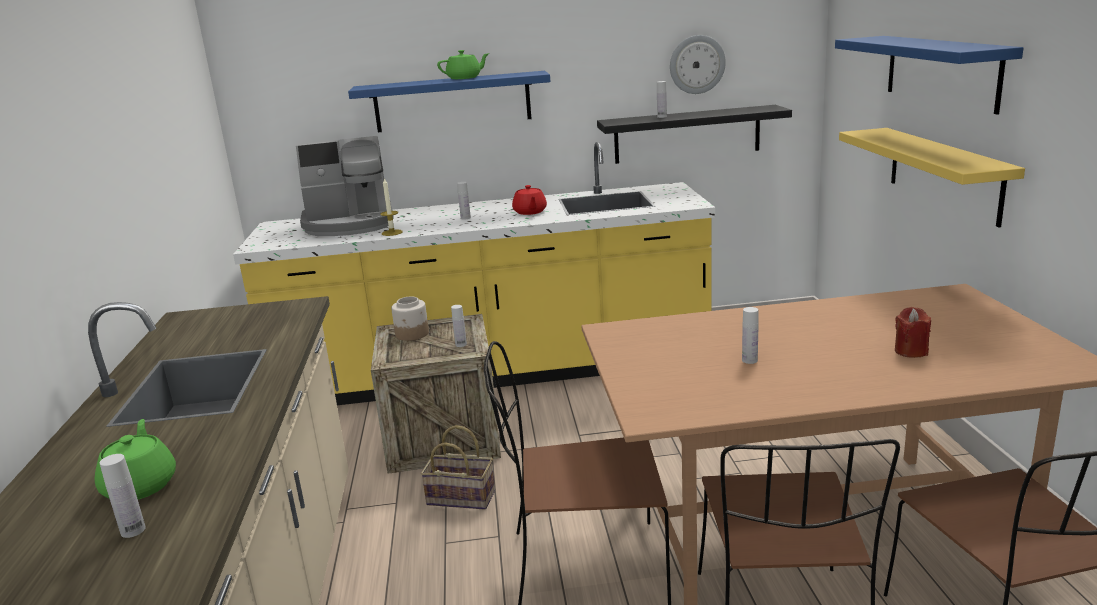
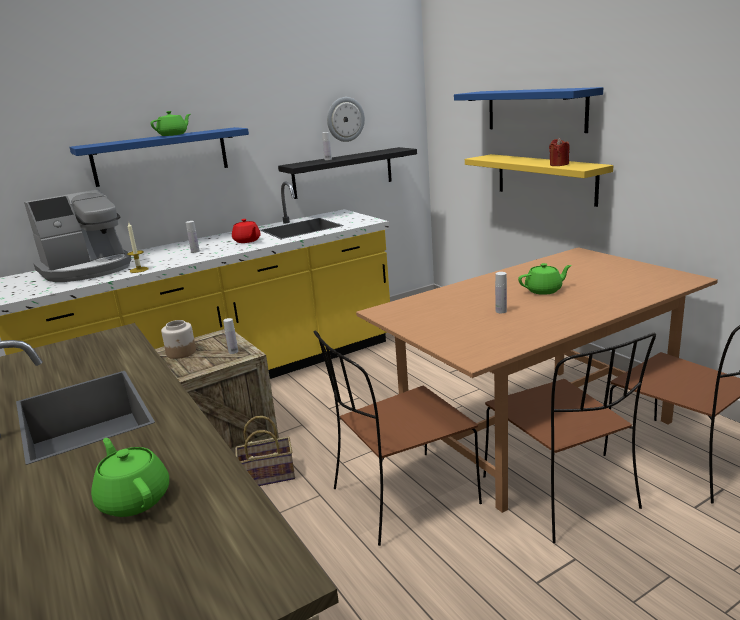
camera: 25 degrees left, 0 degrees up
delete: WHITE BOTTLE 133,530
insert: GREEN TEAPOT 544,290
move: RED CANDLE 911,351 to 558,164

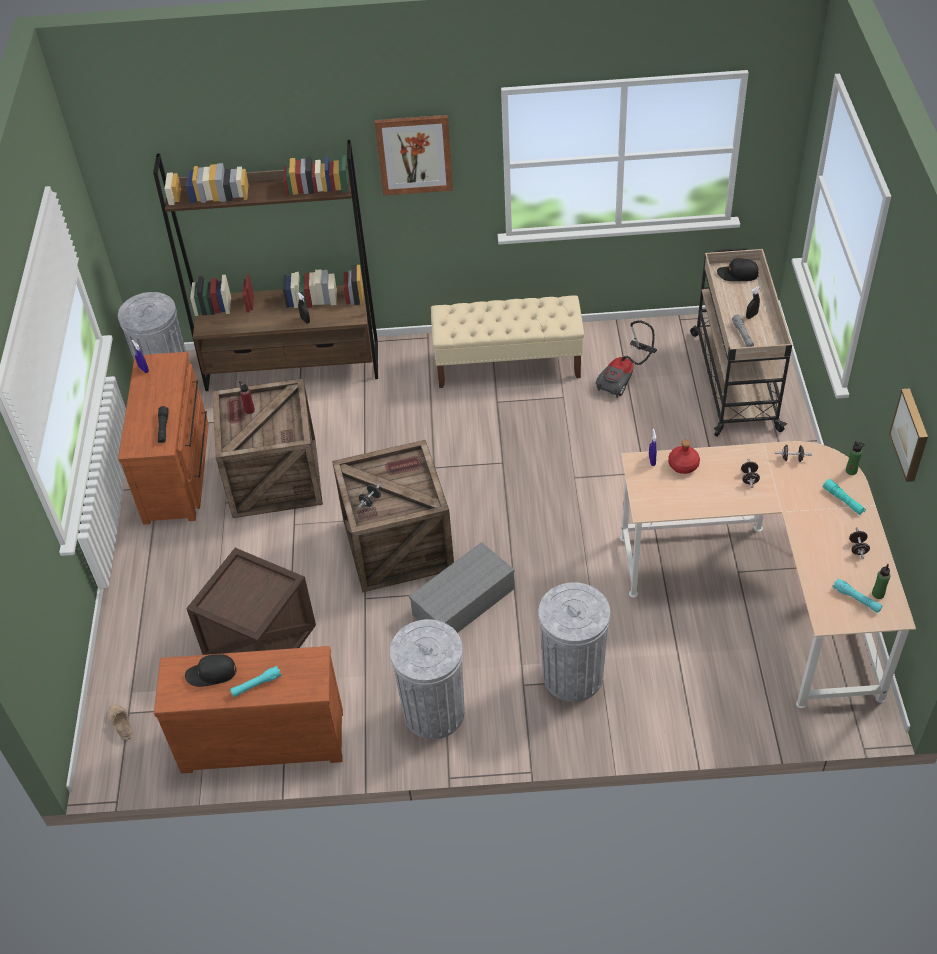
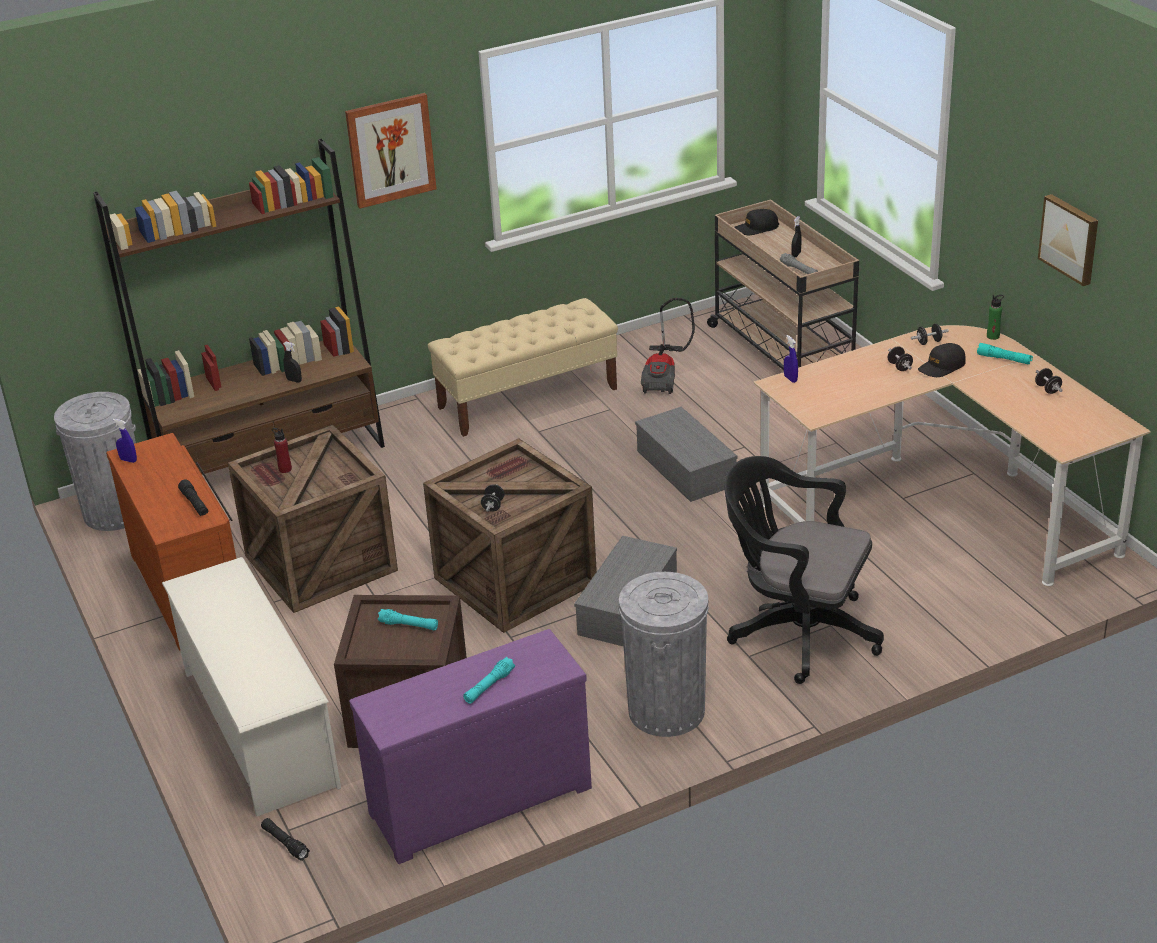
camera: 25 degrees left, 15 degrees down
delete: RED BOTTLE 683,465; GREEN BOTTLE 878,594
insert: WHITE SHOE RACK 258,727; GREY STORAGE BOX 688,468
move: BLACK CAP 211,673 to 941,367; TURQUOISE FLASHLIGHT 856,599 to 409,625
replace: BEIGE SHOE 121,724 to BLACK FLASHLIGHT 285,843; GREY TRASH CAN 573,675 to BLACK OFFICE CHAIR 796,632
recolor: BROWN DRESSER 263,737 to PURPLE DRESSER 478,797

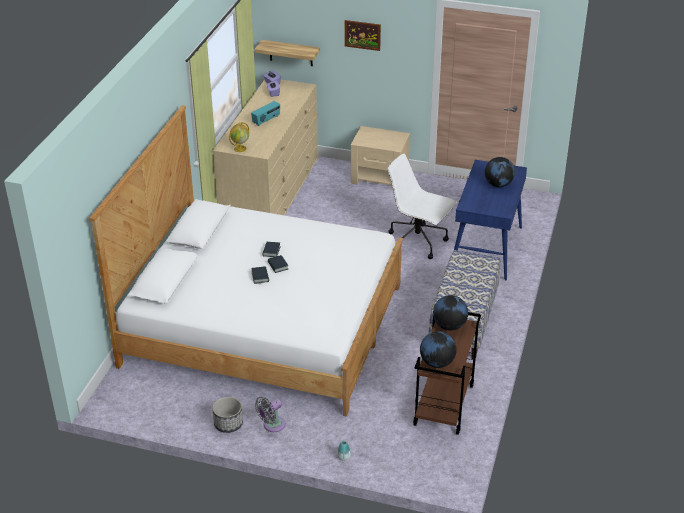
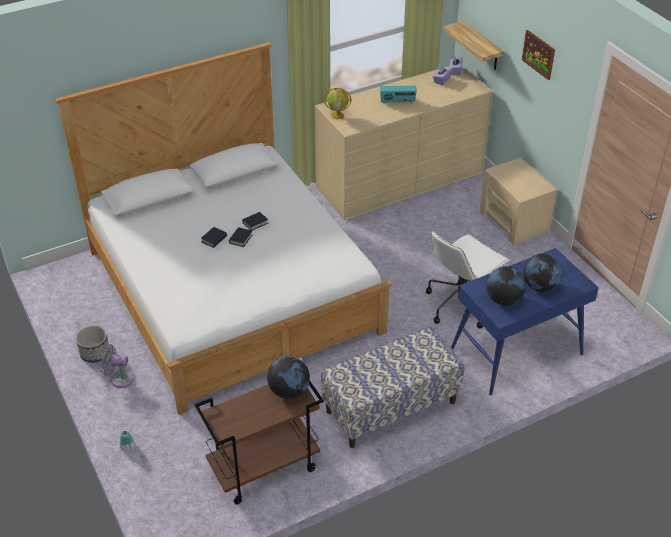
camera: 45 degrees right, 5 degrees up
move: GLOBE 437,363 to 503,299
rotate: WHITE OFFICE CHAIR 418,242 = 460,304 120 degrees counterclockwise

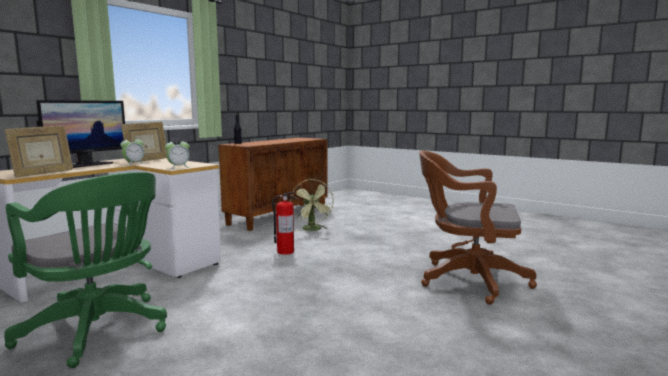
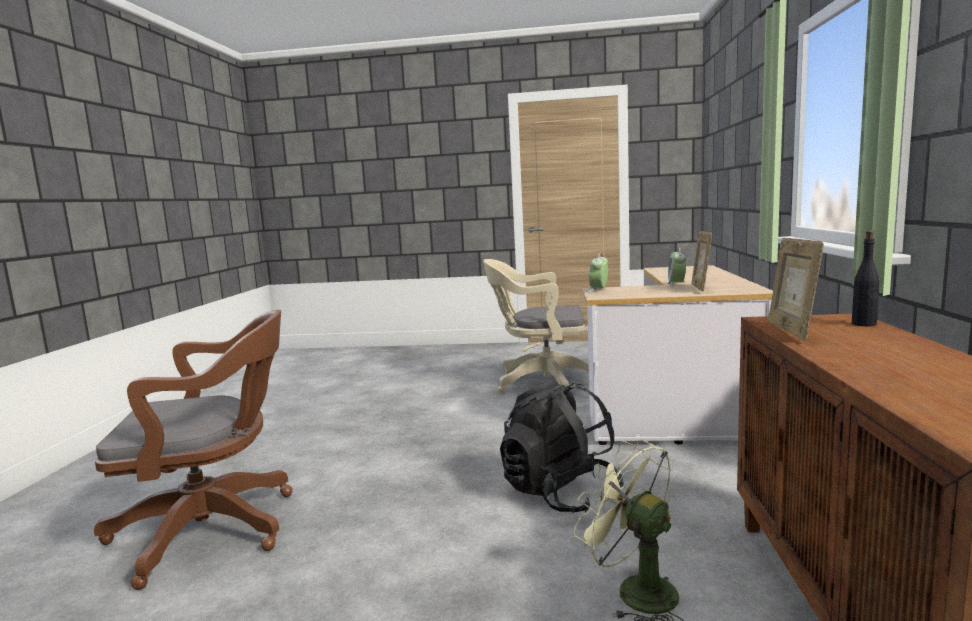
camera: 150 degrees right, 0 degrees up
delete: MONITOR 87,164
move: PICTURE FRAME 43,174 to 791,331
replace: FIRE EXTINGUISHER 285,251 to BLACK BACKPACK 560,493
recolor: GREEN OFFICE CHAIR 99,331 to BEIGE OFFICE CHAIR 541,383

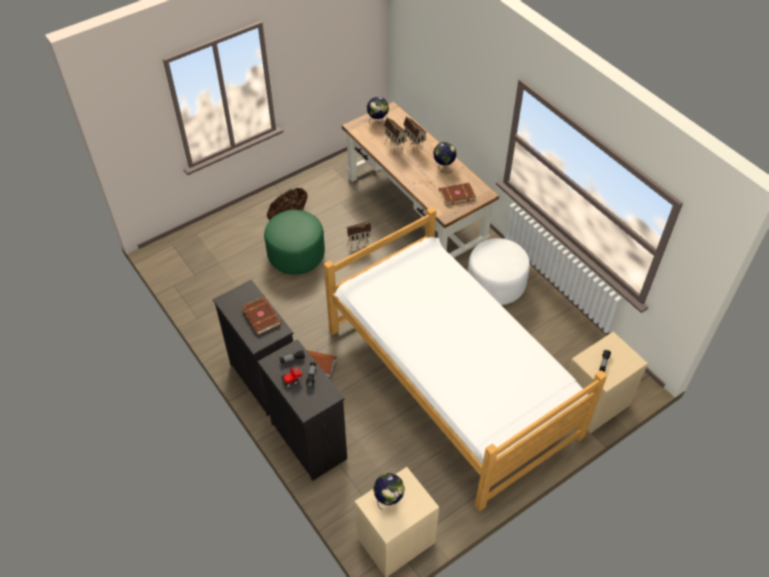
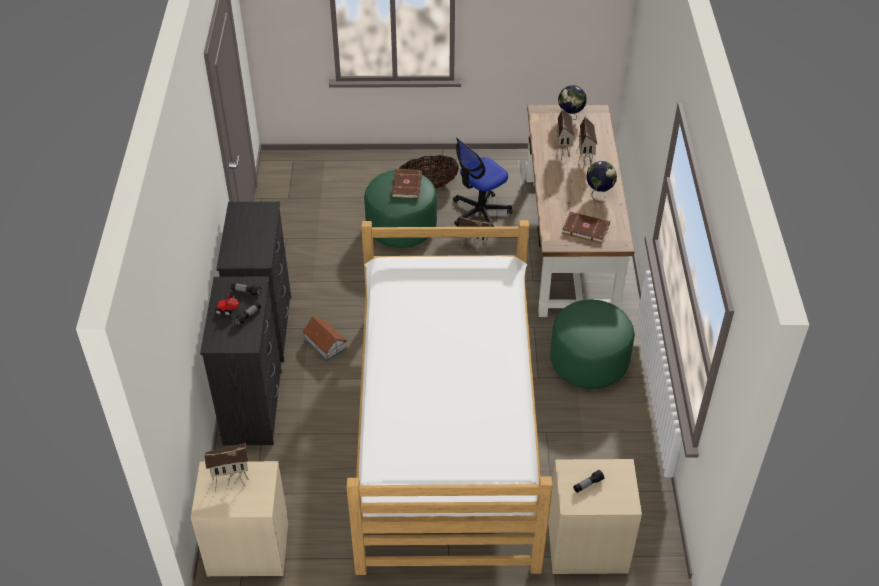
camera: 35 degrees right, 5 degrees down
insert: OFFICE CHAIR 480,213
move: BROWN BOOK 262,316 to 407,185
replace: GLOBE 388,499 to TOY HOUSE 231,480
recolor: WHITE OTTOMAN 496,285 to GREEN OTTOMAN 589,363

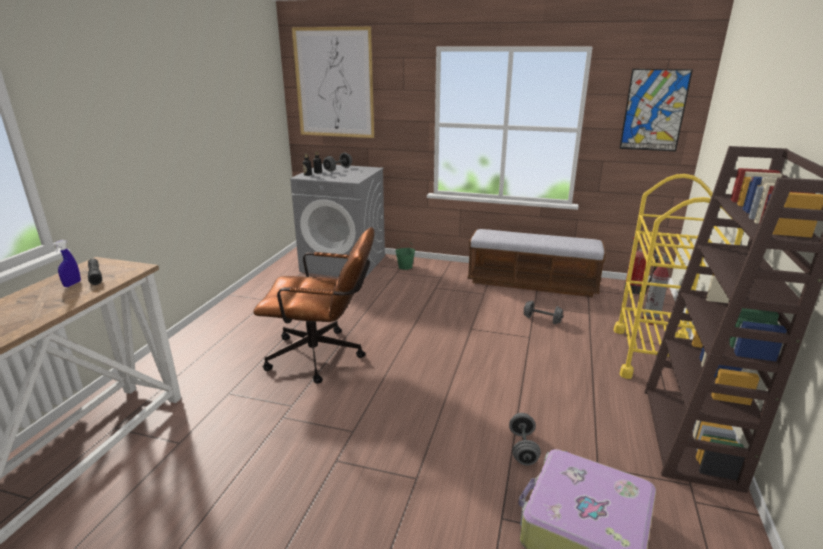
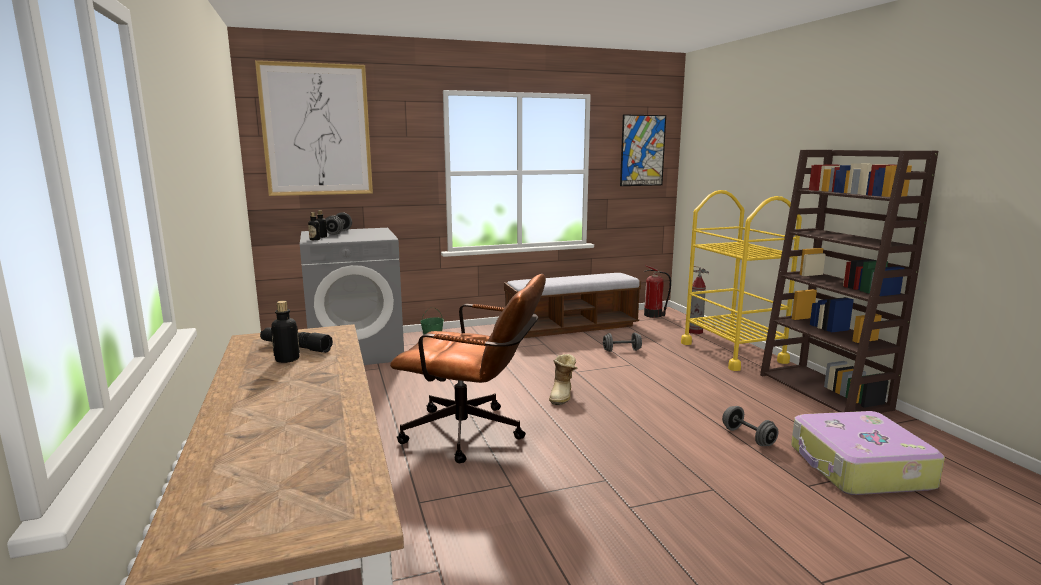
camera: 35 degrees left, 10 degrees down
insert: BOOT 563,395
replace: BLUE SPRAY BOTTLE 72,284 to BOTTLE 287,359
rotate: BROWN OFFICE CHAIR 323,356 = 473,434 45 degrees clockwise

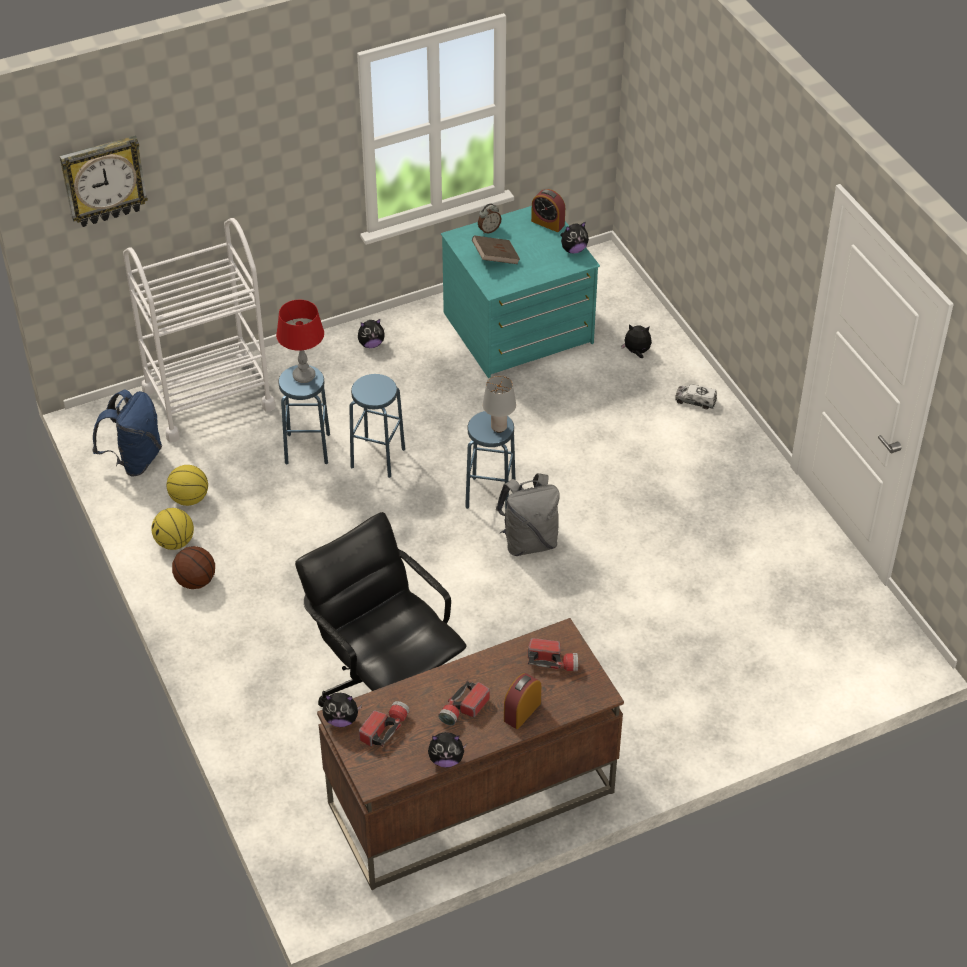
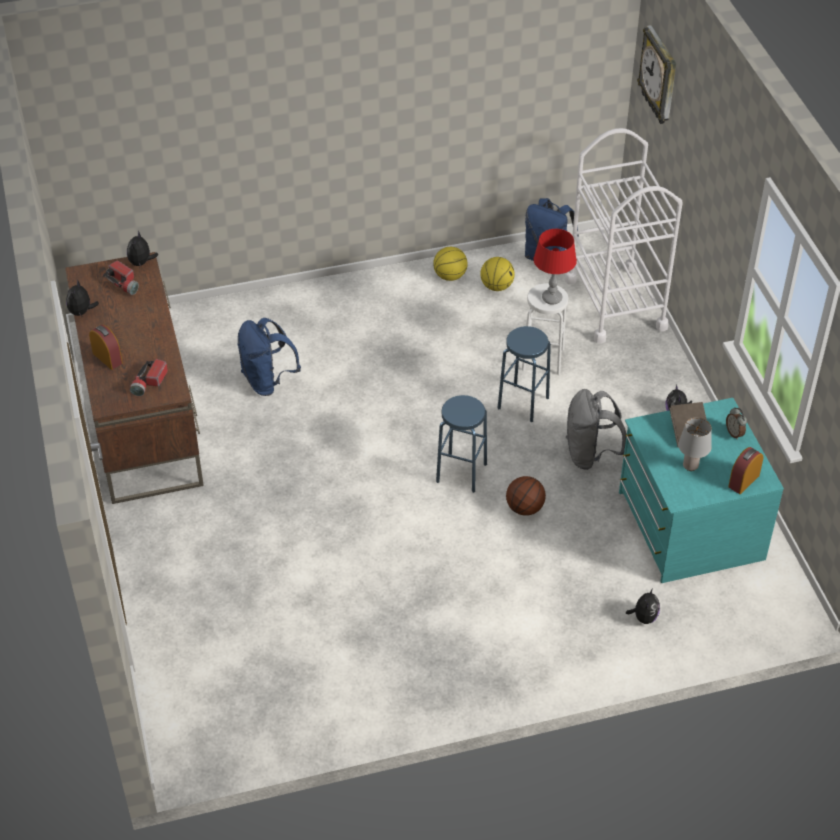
camera: 100 degrees right, 0 degrees up
delete: FLASHLIGHT 464,709; PLUSH TOY 573,249; TOY TRUCK 695,401
move: BASKETBALL 196,581 to 524,508; GREY TABLE LAMP 498,427 to 690,466; GREY BACKPACK 529,542 to 590,454
replace: BLACK OFFICE CHAIR 384,685 to BLUE BACKPACK 267,381
recolor: BLUE STOOL 307,448 to WHITE STOOL 543,359

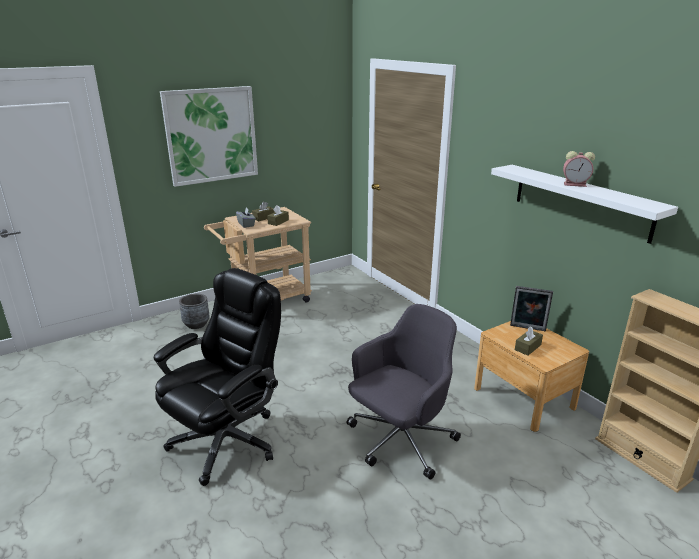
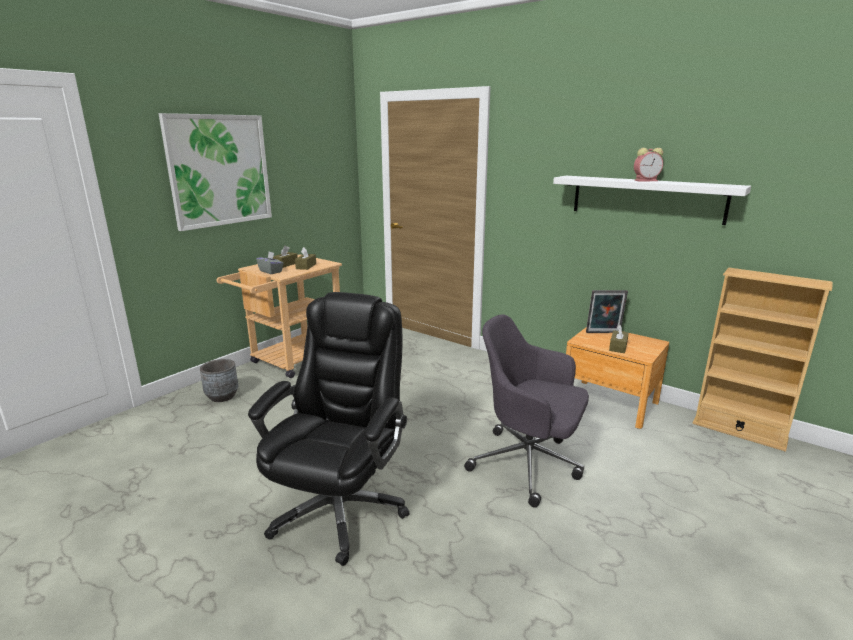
camera: 20 degrees left, 5 degrees down
rotate: GREY OFFICE CHAIR 400,441 = 528,464 90 degrees counterclockwise

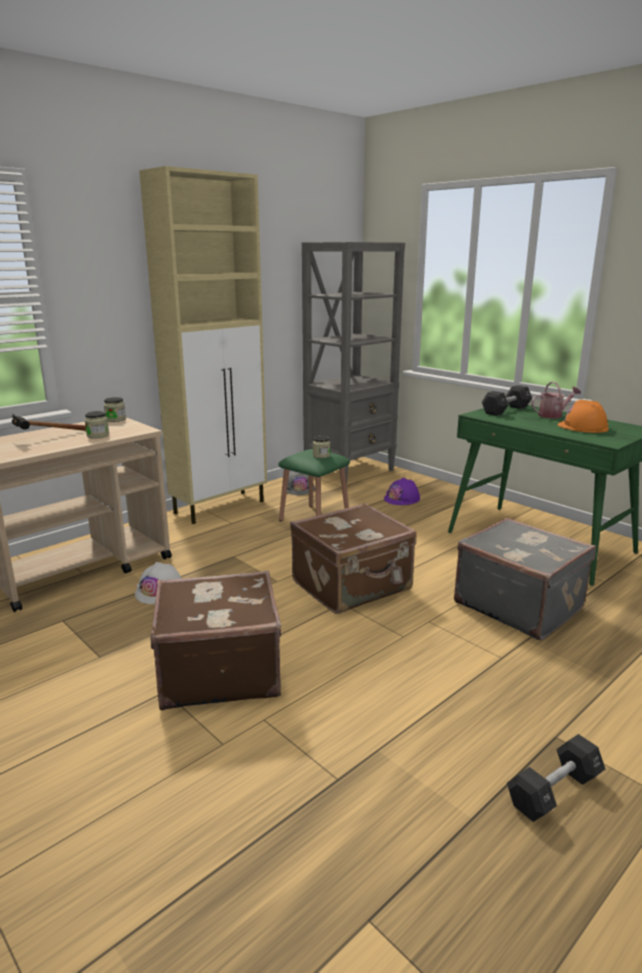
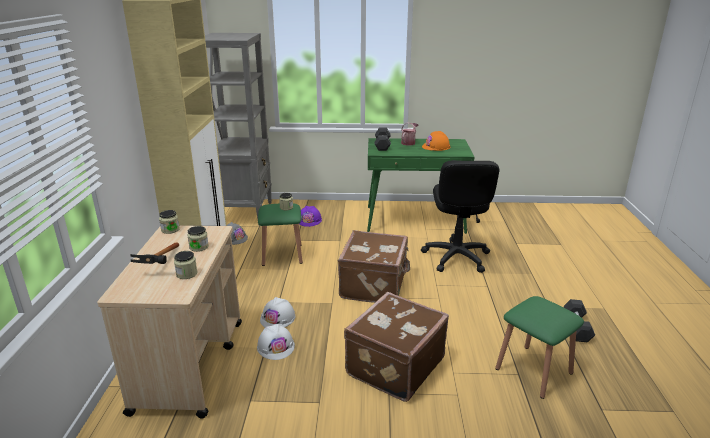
camera: 45 degrees left, 5 degrees up
insert: JAR 187,274; WHITE HARD HAT 278,318; GREEN STOOL 533,371
replace: GREY SUITCASE 519,605 to BLACK OFFICE CHAIR 456,257

